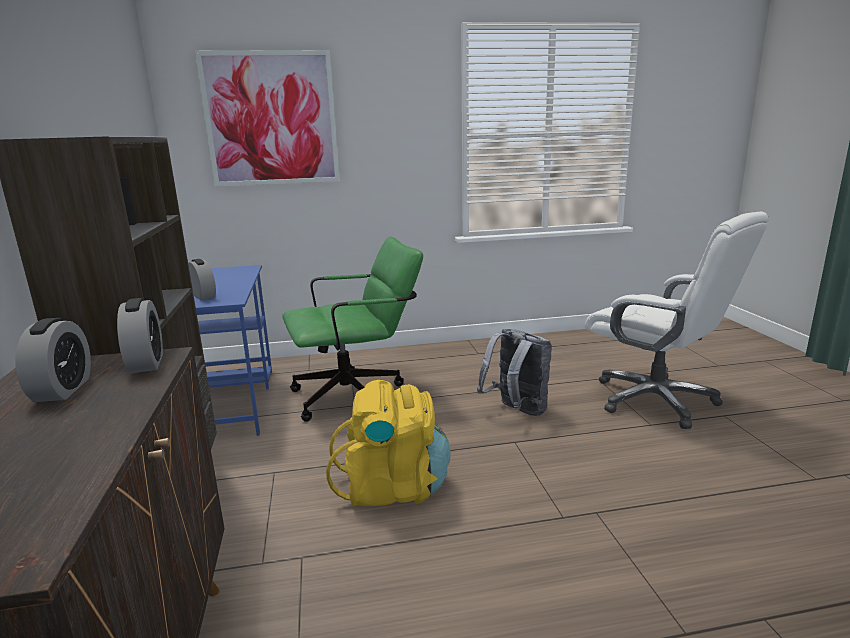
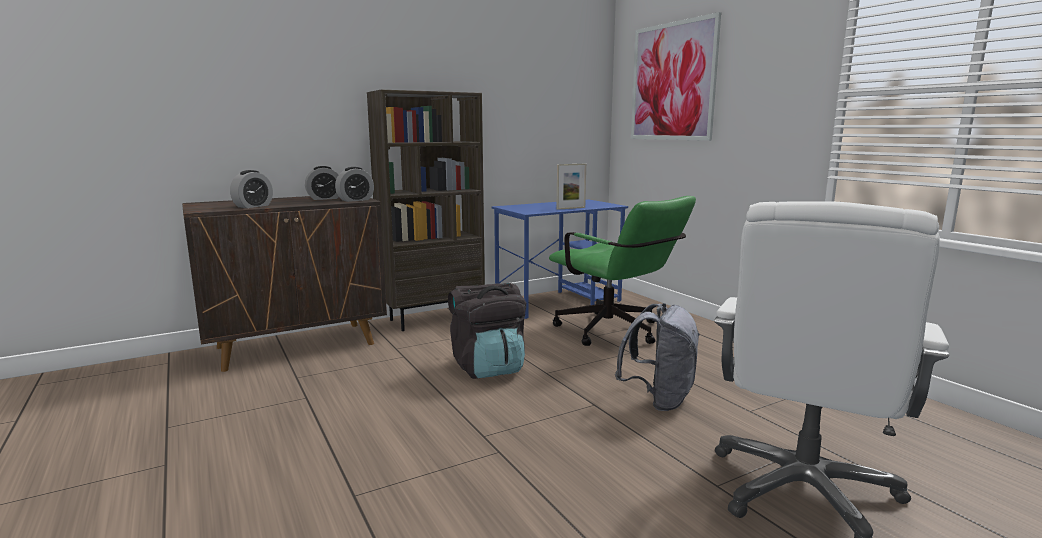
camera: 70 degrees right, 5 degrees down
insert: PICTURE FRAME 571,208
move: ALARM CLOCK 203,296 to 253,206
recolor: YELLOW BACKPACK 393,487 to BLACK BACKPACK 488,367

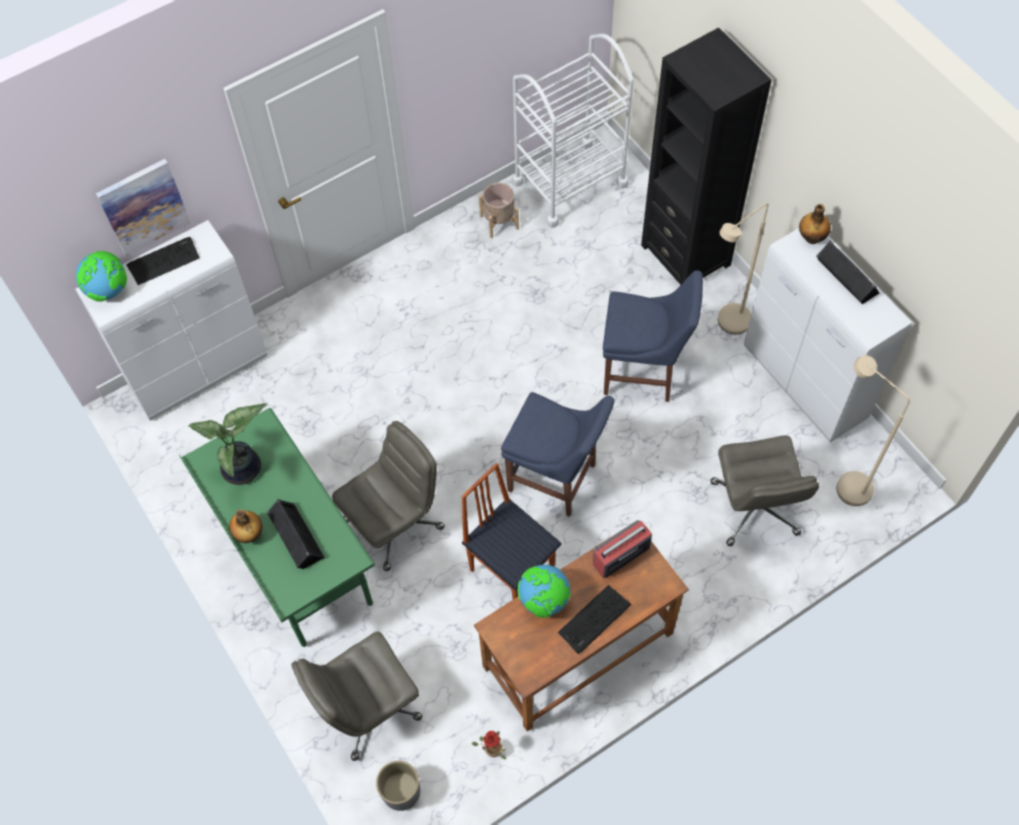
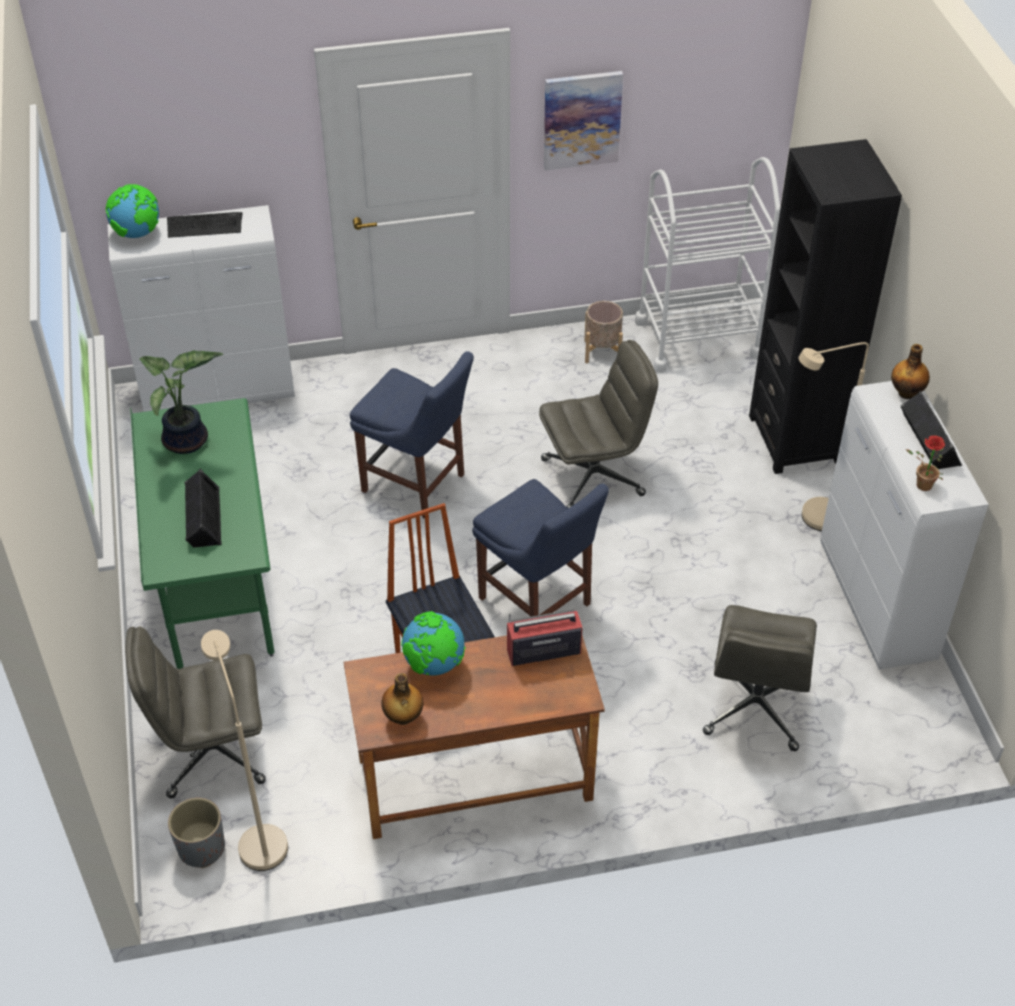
camera: 20 degrees right, 15 degrees down
delete: KEYBOARD 594,619
move: PICTURE 143,206 to 581,119; BOTTLE 249,534 to 403,717; GREY OFFICE CHAIR 394,523 to 594,476; POTTED PLANT 491,752 to 920,485; BLUE CHAIR 644,372 to 417,485; BEIGE FLOOR LAMP 846,482 to 259,837

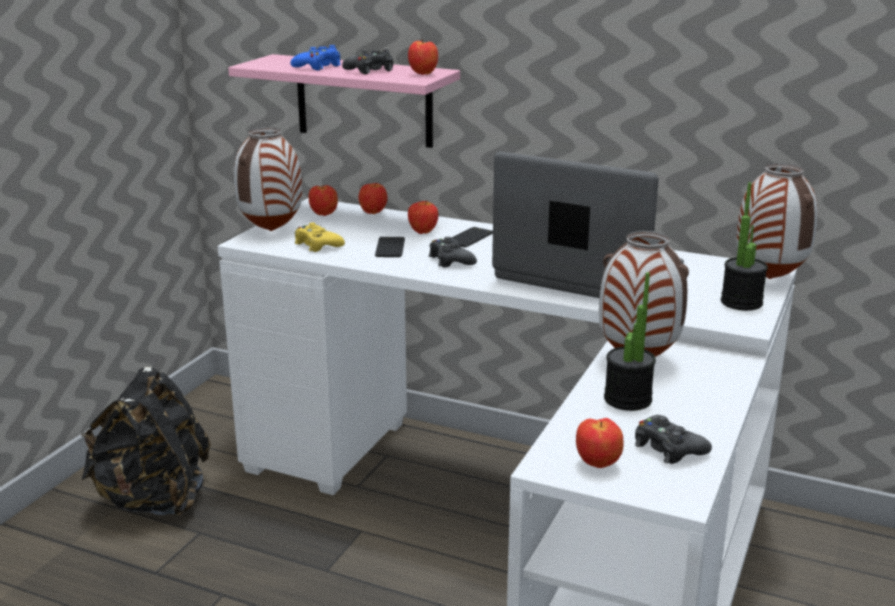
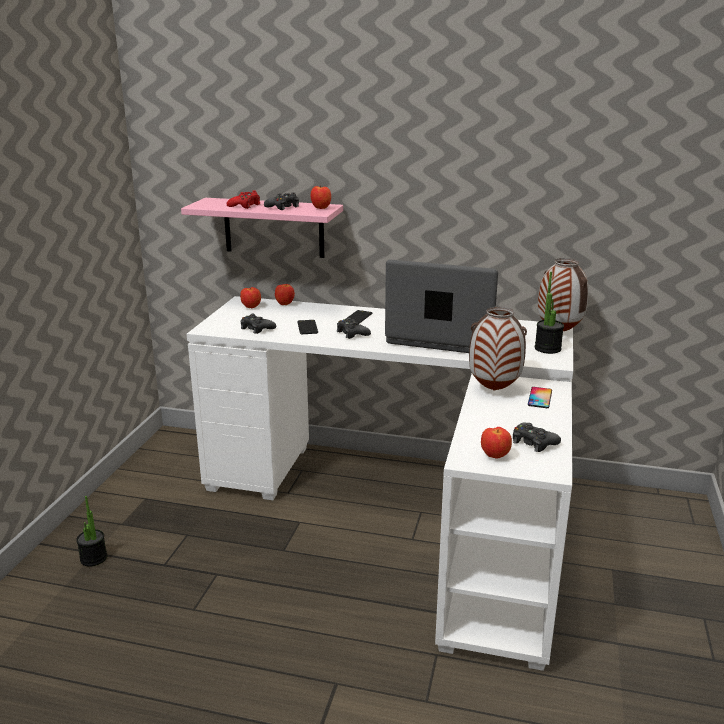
camera: 10 degrees left, 0 degrees up
delete: BLACK BACKPACK 154,500; VASE 271,230; APPLE 423,232
insert: PHONE 540,398
move: POTTED PLANT 627,399 to 93,558
recolor: BLUE GAME CONTROLLER 318,67 to RED GAME CONTROLLER 245,206; YELLOW GAME CONTROLLER 317,245 to BLACK GAME CONTROLLER 257,328

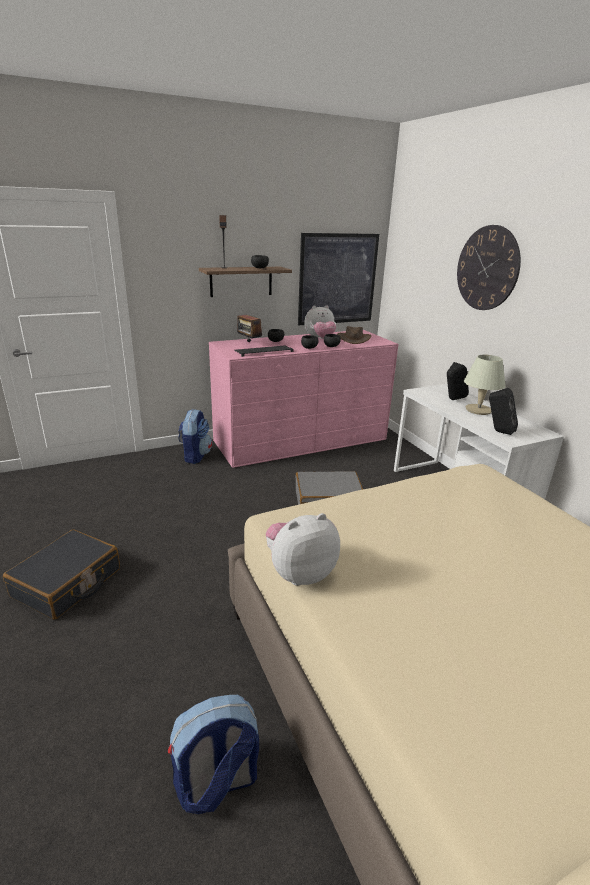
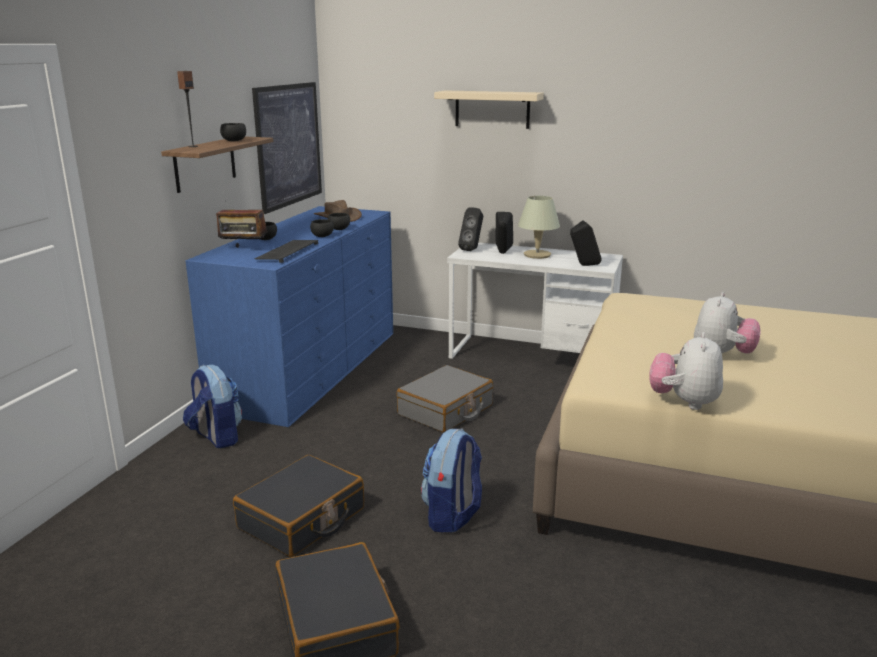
camera: 45 degrees left, 5 degrees down
insert: BLACK SUITCASE 302,519; BLACK SPEAKER 472,249
move: BACKPACK 216,783 to 452,516; PLUSH TOY 320,339 to 722,355
replace: WALL CLOCK 487,268 to BEIGE SHELF 492,109
recolor: PINK DRESSER 301,440 to BLUE DRESSER 310,368

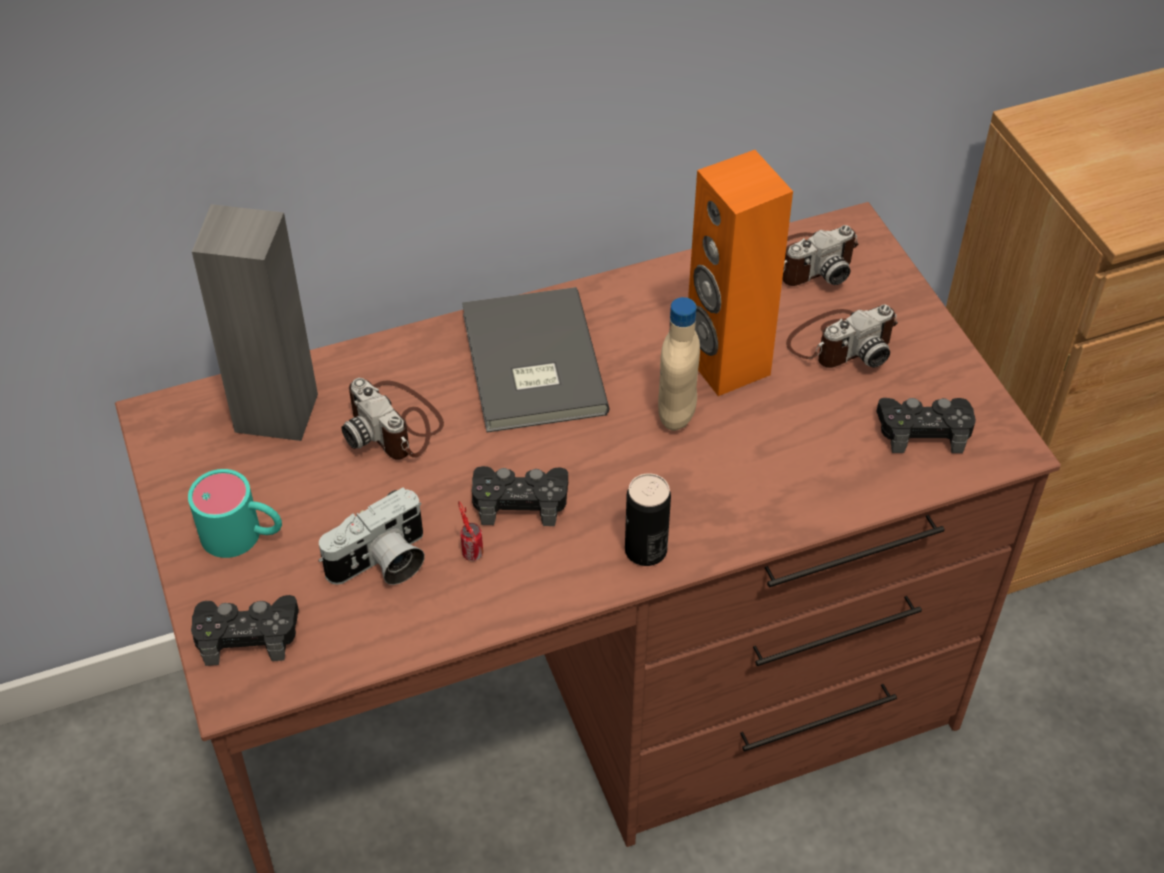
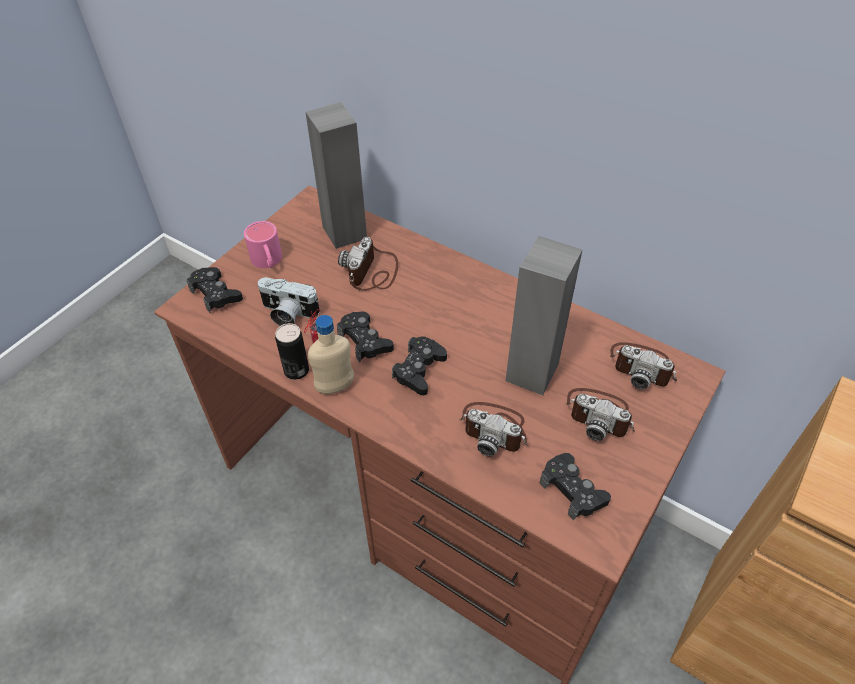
camera: 55 degrees right, 0 degrees up
delete: GREY BOOK 529,366
insert: BLACK GAME CONTROLLER 419,370; PHOTO CAMERA 494,429
move: CAN 646,550 to 296,370; BEIGE BOTTLE 676,413 to 335,387
recolor: TURQUOISE MUG 244,536 to PINK MUG 268,262; ORANGE SPEAKER 726,364 to GREY SPEAKER 531,372

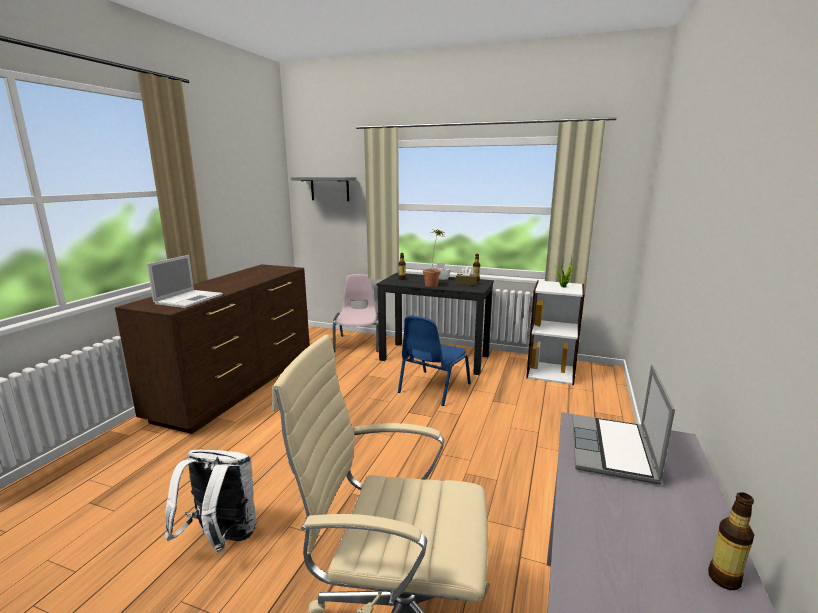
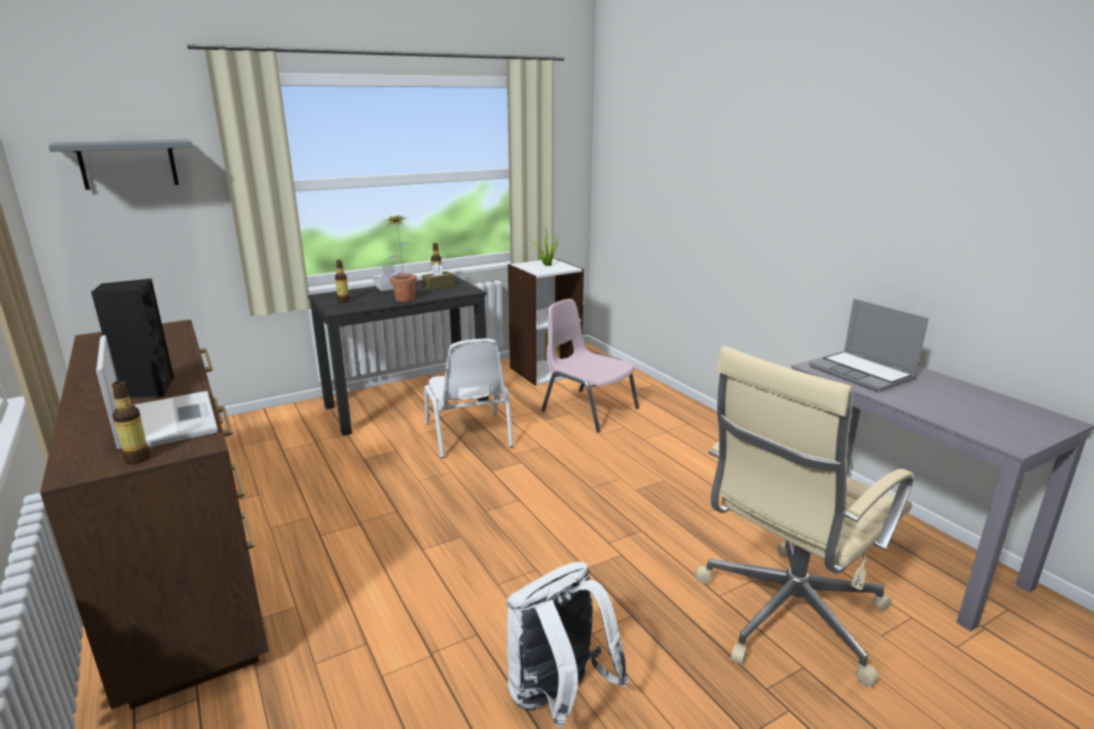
camera: 50 degrees left, 5 degrees up
insert: BLACK SPEAKER 147,389
move: PINK CHAIR 358,343 to 588,409; BOTTLE 723,579 to 137,458
recolor: BLUE CHAIR 433,388 to WHITE CHAIR 468,435

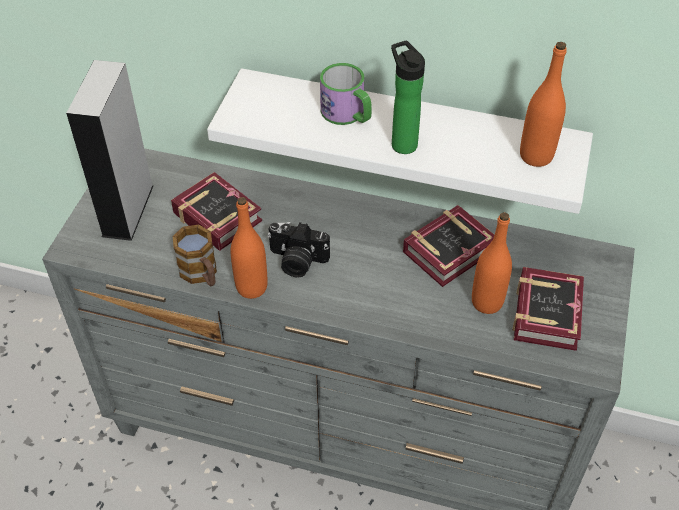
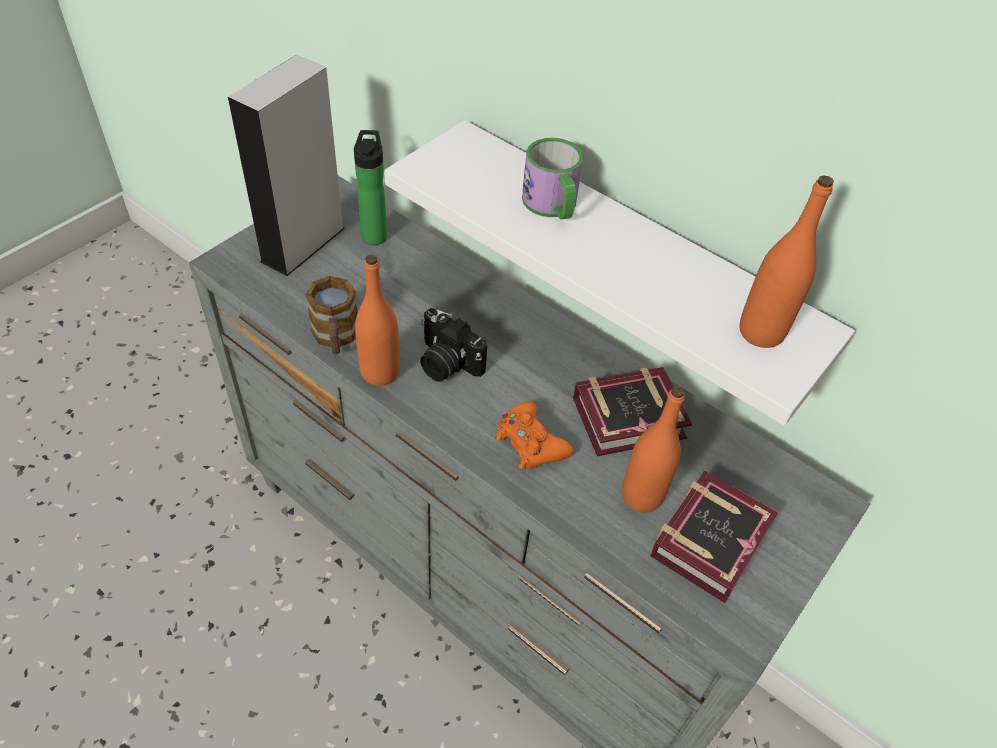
camera: 20 degrees right, 0 degrees up
delete: BOOK 217,214
insert: ORANGE GAME CONTROLLER 530,443
move: BOTTLE 402,142 to 374,234

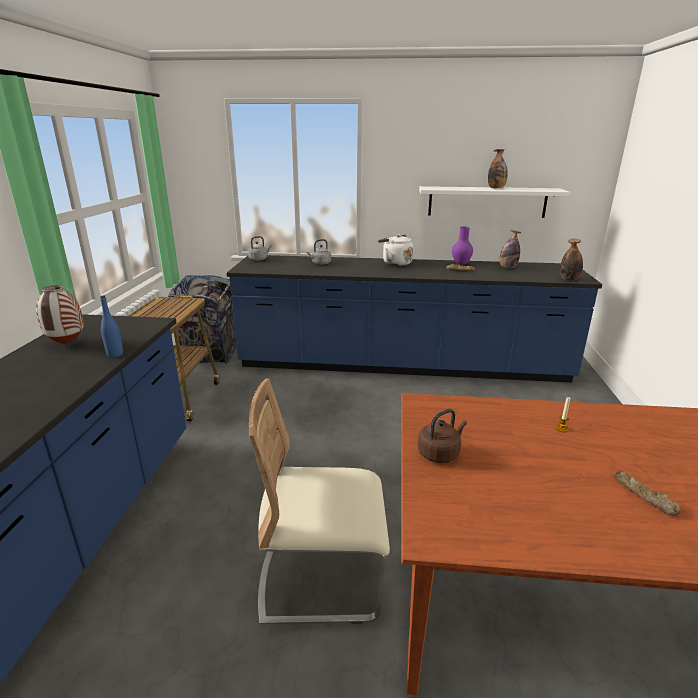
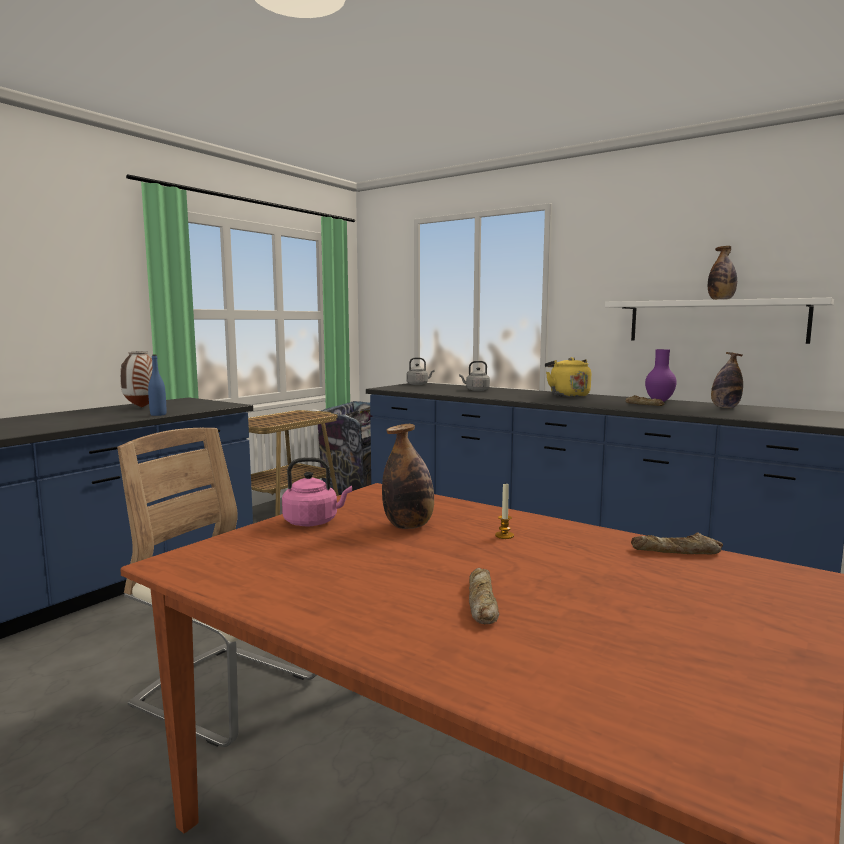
camera: 30 degrees right, 15 degrees down
insert: BREAD 676,551
move: BOTTLE 569,279 to 409,526
recolor: WHITE KETTLE 395,263 to YELLOW KETTLE 567,395; BROWN KETTLE 440,453 to PINK KETTLE 313,522

